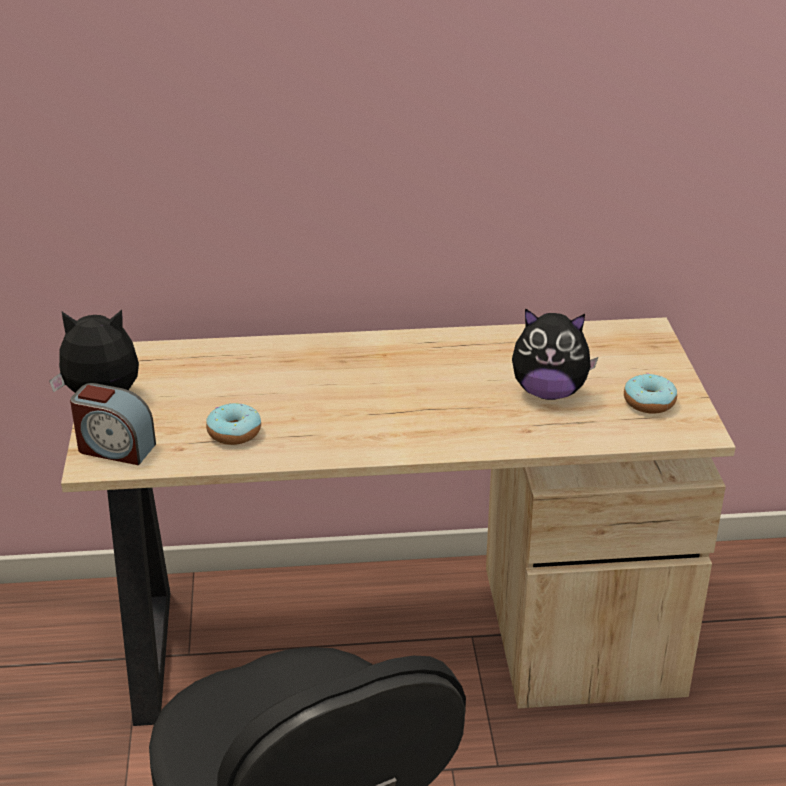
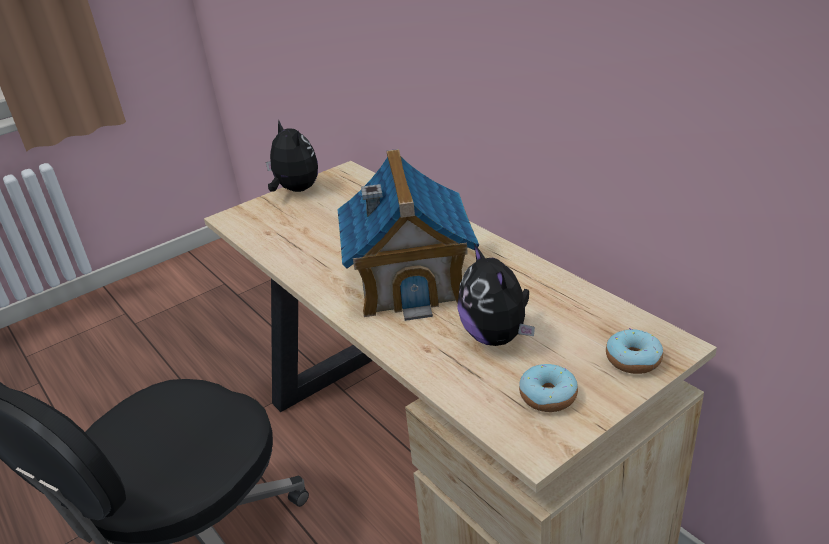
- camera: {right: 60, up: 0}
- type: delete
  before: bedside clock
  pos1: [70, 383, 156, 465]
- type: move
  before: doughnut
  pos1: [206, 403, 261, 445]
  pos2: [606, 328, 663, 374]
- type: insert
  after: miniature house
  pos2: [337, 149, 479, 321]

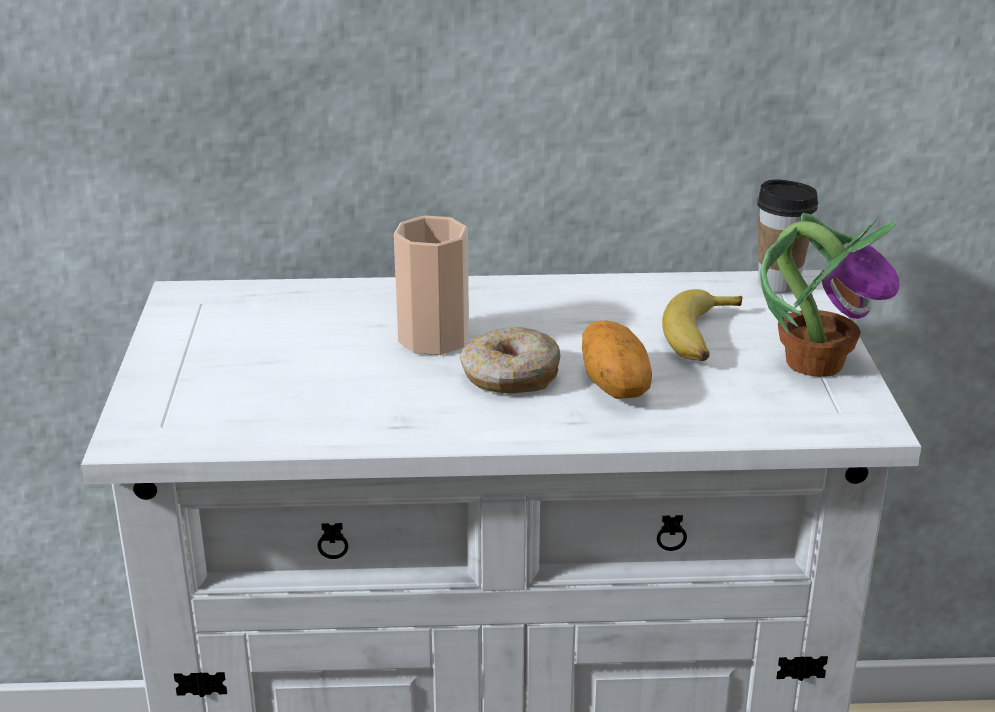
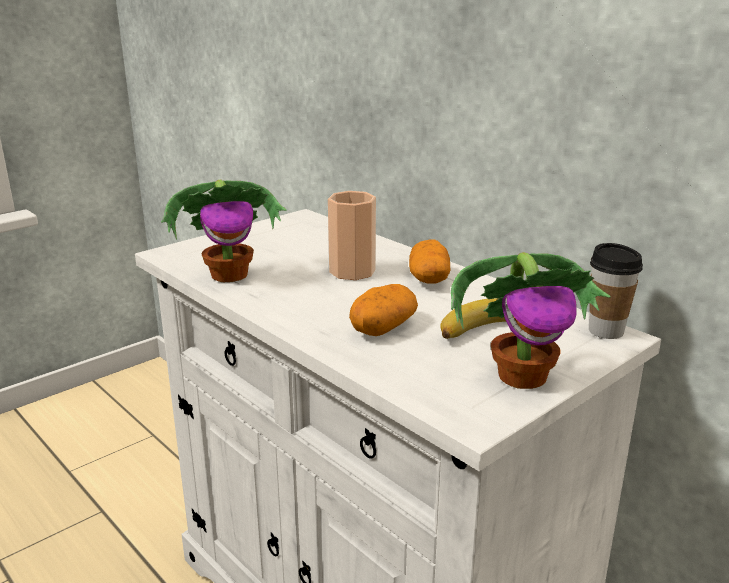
- camera: {right: 50, up: -5}
- type: delete
  before: doughnut
  pos1: [460, 327, 561, 394]
- type: insert
  after: plant in a pot
  pos2: [161, 180, 287, 282]
- type: insert
  after: potato
  pos2: [409, 239, 450, 284]

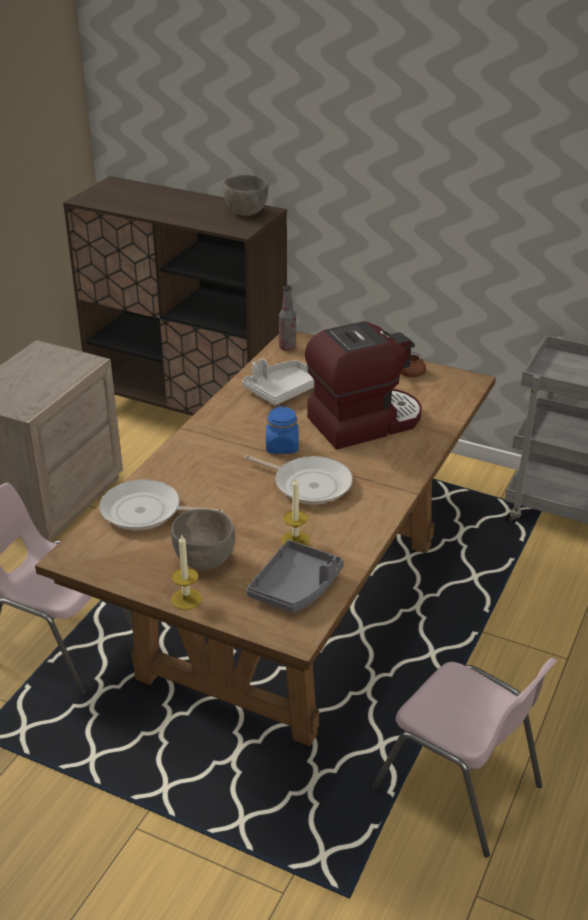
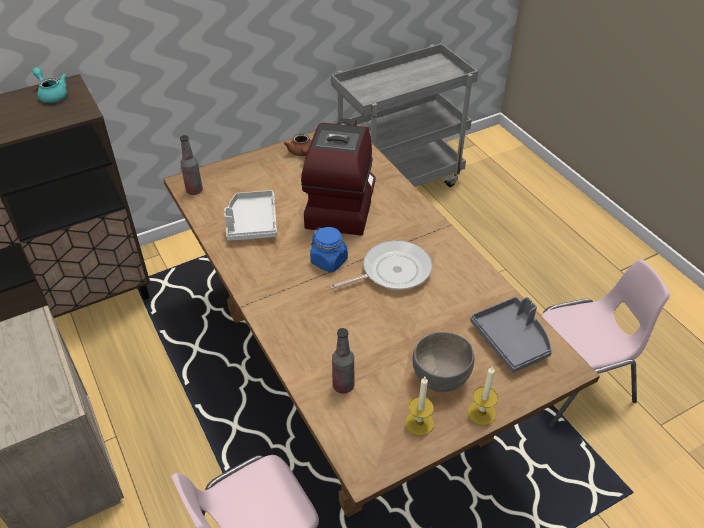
- camera: {right: -55, up: 10}
- type: replace
  before: pan
  after: beverage bottle
  pos1: [99, 479, 223, 530]
  pos2: [332, 328, 354, 394]
- type: replace
  before: serving bowl (greyish)
  after: pot for tea (turquoise)
  pos1: [223, 175, 268, 216]
  pos2: [32, 67, 67, 103]
- type: move
  before: wax candle
  pos1: [281, 478, 310, 546]
  pos2: [405, 377, 434, 436]

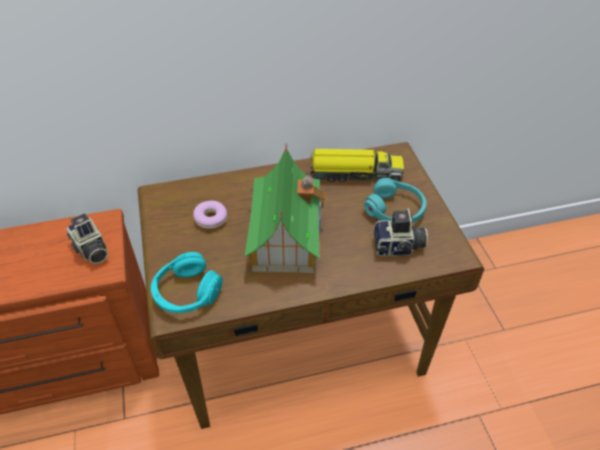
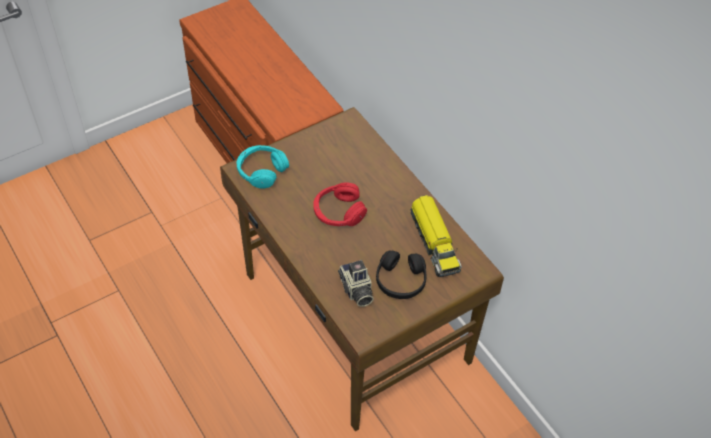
- camera: {right: 70, up: 5}
- type: delete
  before: still camera
  pos1: [66, 213, 108, 264]
- type: delete
  before: doughnut
  pos1: [193, 201, 227, 229]
- type: replace
  before: miniature house
  after: headset (red)
  pos1: [245, 144, 328, 273]
  pos2: [313, 182, 367, 226]
- type: recolor
  before: headset (turquoise)
  after: headset (black-coloured)
  pos1: [364, 178, 426, 223]
  pos2: [376, 250, 426, 299]

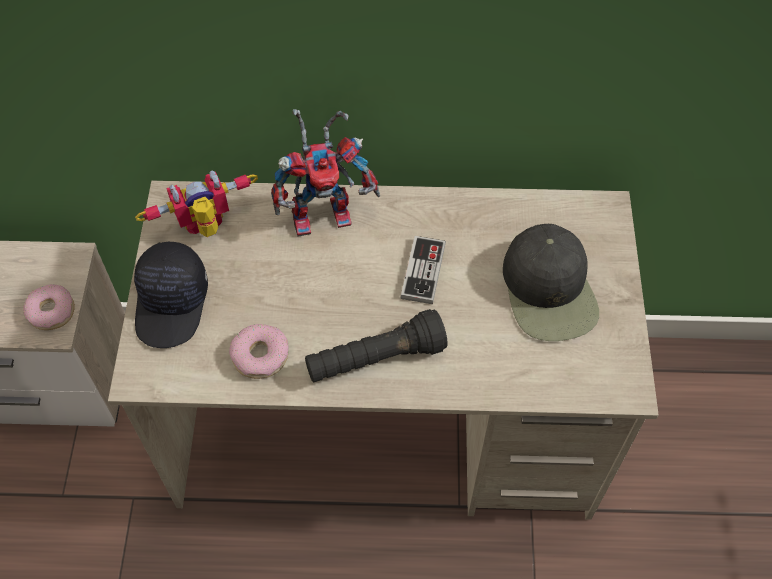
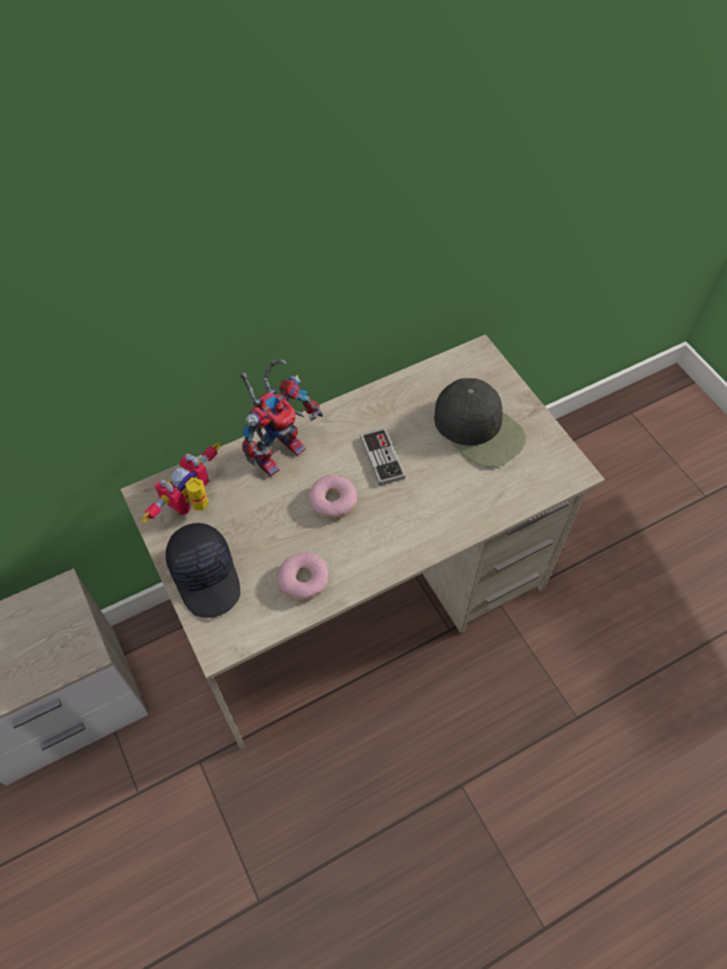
- camera: {right: -30, up: 0}
- type: move
  before: doughnut
  pos1: [23, 284, 75, 330]
  pos2: [309, 475, 357, 519]
- type: delete
  before: flashlight (black-coloured)
  pos1: [305, 309, 448, 382]

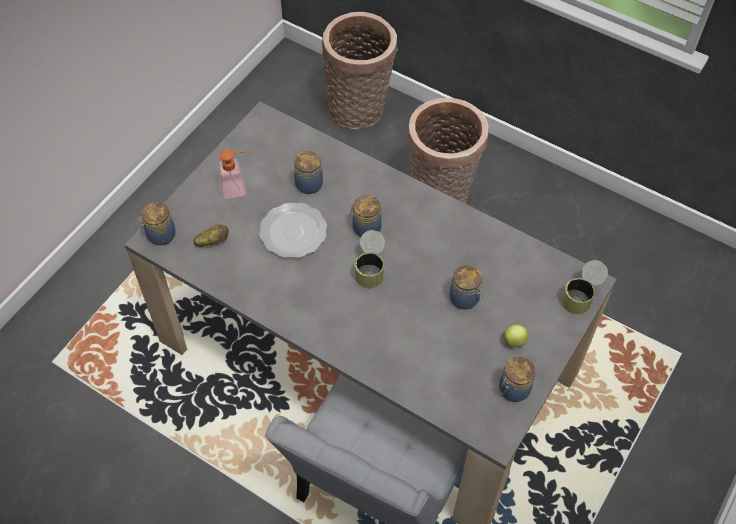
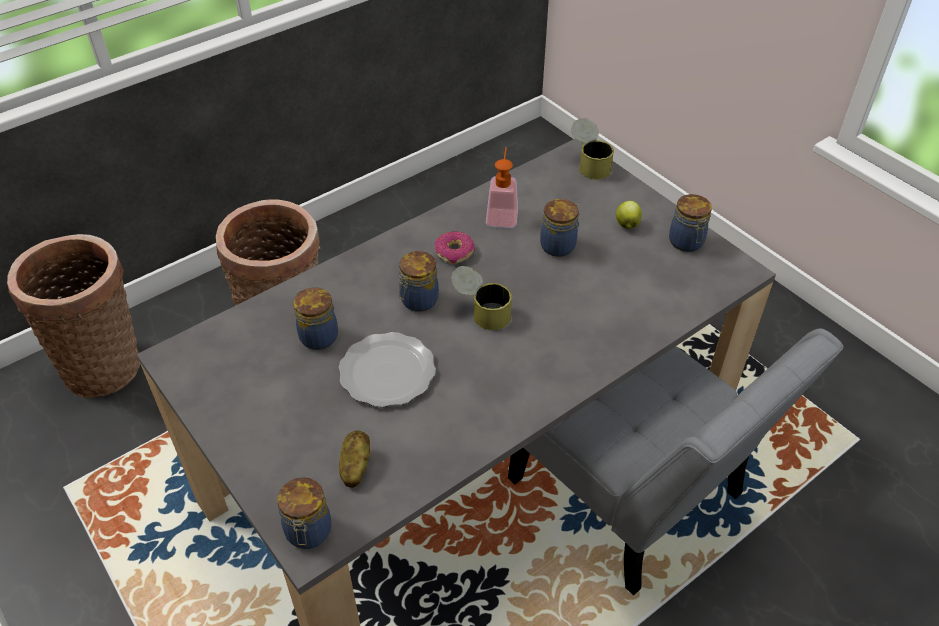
- camera: {right: -70, up: -10}
- type: move
  before: soap dispenser
  pos1: [218, 149, 251, 199]
  pos2: [486, 147, 518, 228]
- type: insert
  after: doughnut
  pos2: [435, 231, 475, 264]

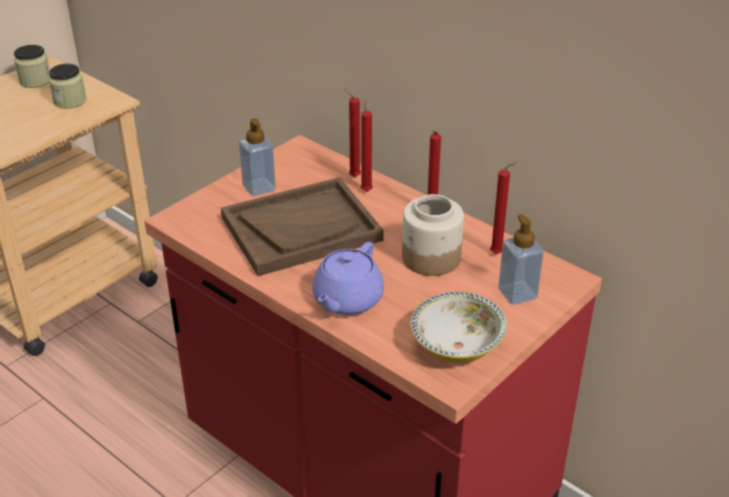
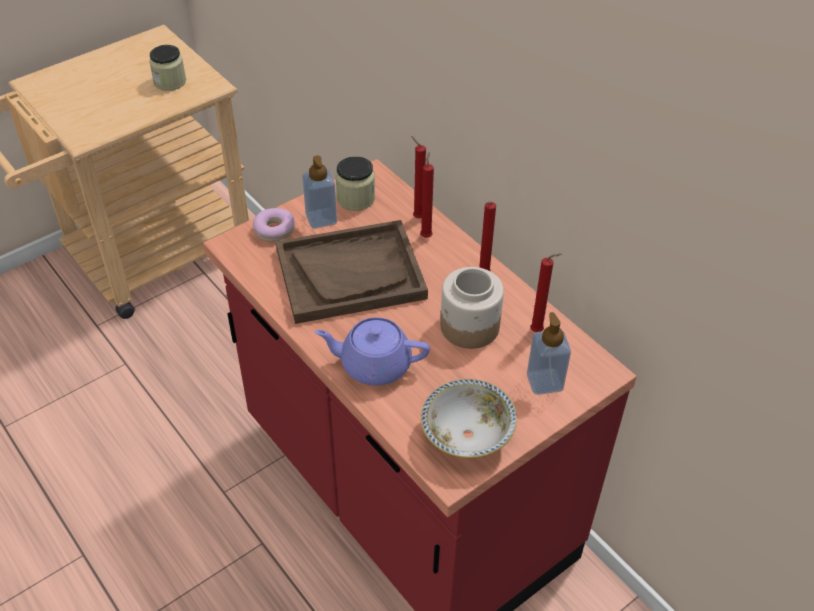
- camera: {right: 10, up: 10}
- type: move
  before: jar
  pos1: [14, 45, 50, 88]
  pos2: [335, 156, 375, 211]
- type: rotate
  before: pot for tea (purple)
  pos1: [312, 242, 384, 315]
  pos2: [315, 317, 430, 385]
  turn: 60
- type: insert
  after: doughnut
  pos2: [253, 208, 295, 242]

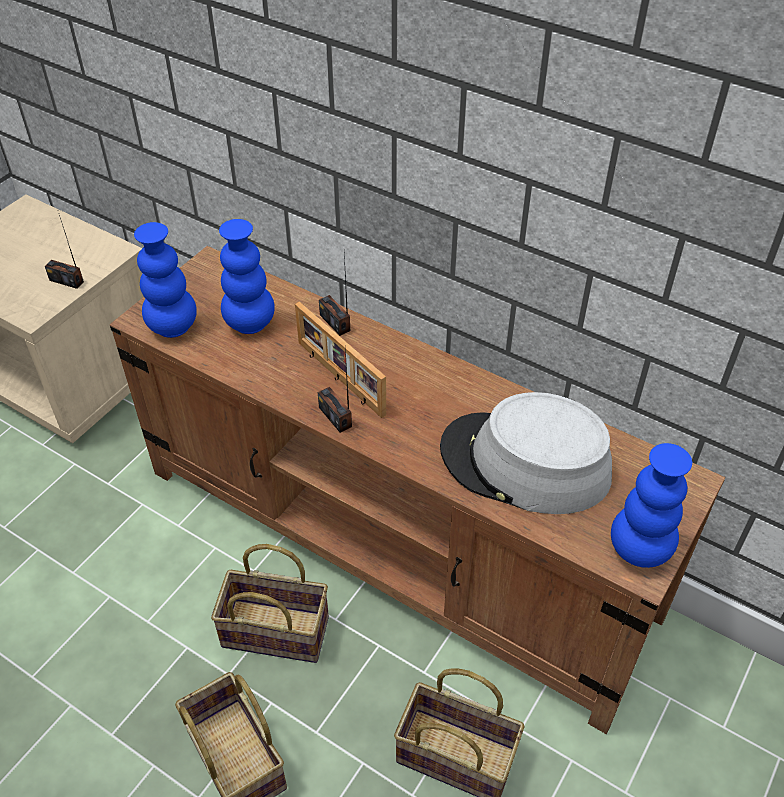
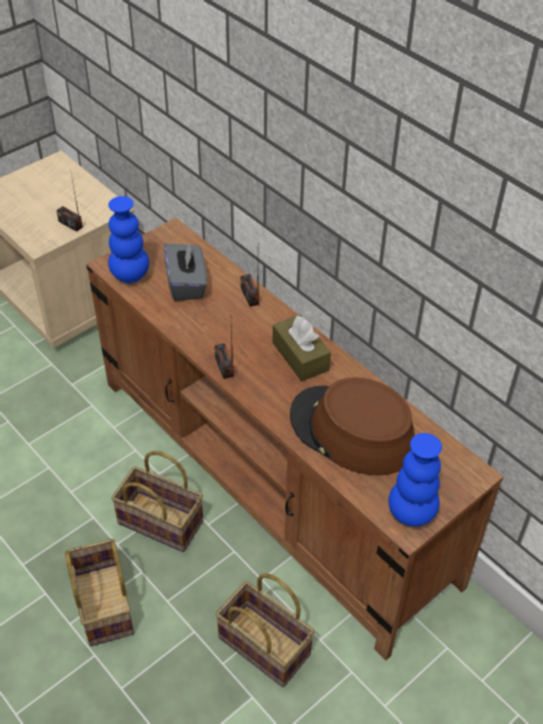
- camera: {right: 15, up: 0}
- type: replace
  before: decorative vase (blue-coloured)
  after: box of tissues (greyish)
  pos1: [219, 219, 275, 334]
  pos2: [164, 243, 207, 301]
- type: delete
  before: standing frame
  pos1: [295, 302, 386, 418]
- type: recolor
  before: hat (greyish)
  after: hat (brown)
  pos1: [440, 392, 612, 514]
  pos2: [290, 377, 415, 476]
- type: insert
  after: box of tissues (brown)
  pos2: [272, 314, 331, 382]

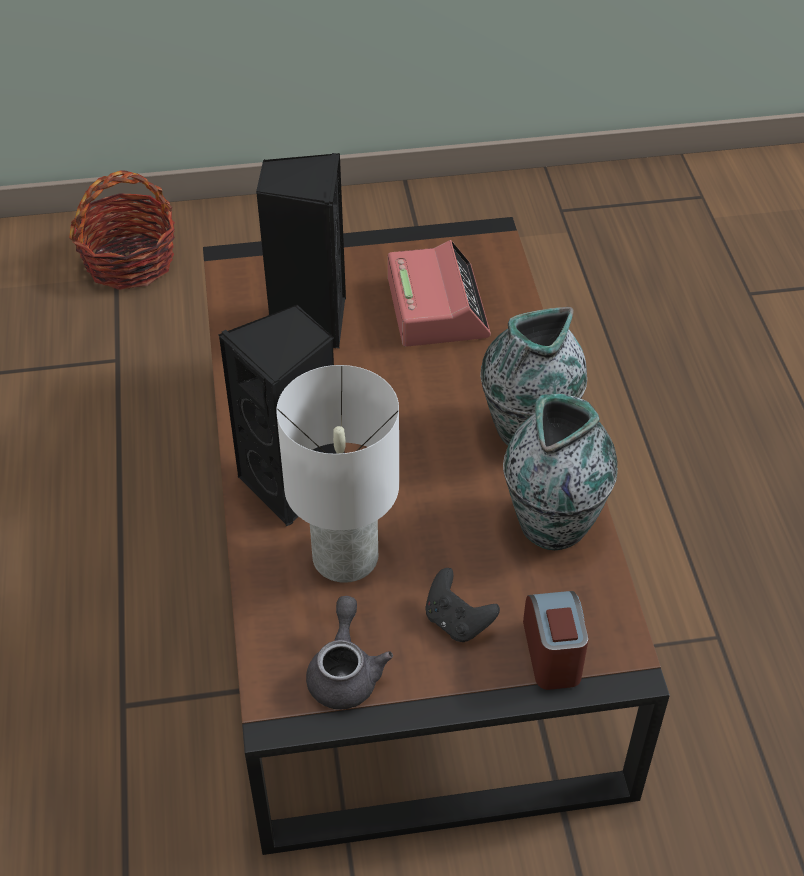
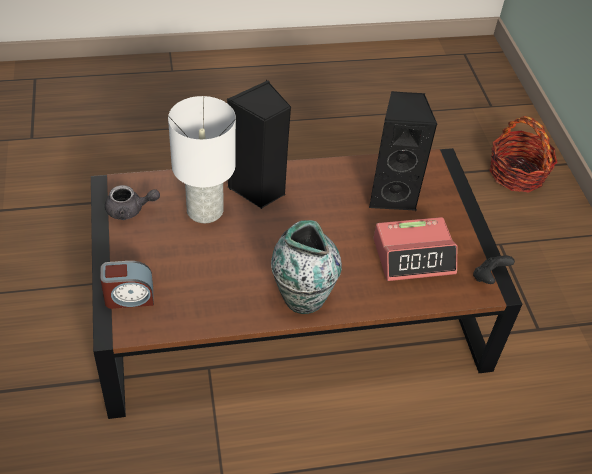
- camera: {right: 85, up: 0}
- type: move
  before: gamepad (black-coloured)
  pos1: [425, 568, 500, 642]
  pos2: [473, 255, 515, 284]
- type: delete
  before: decorative vase
  pos1: [503, 394, 618, 550]

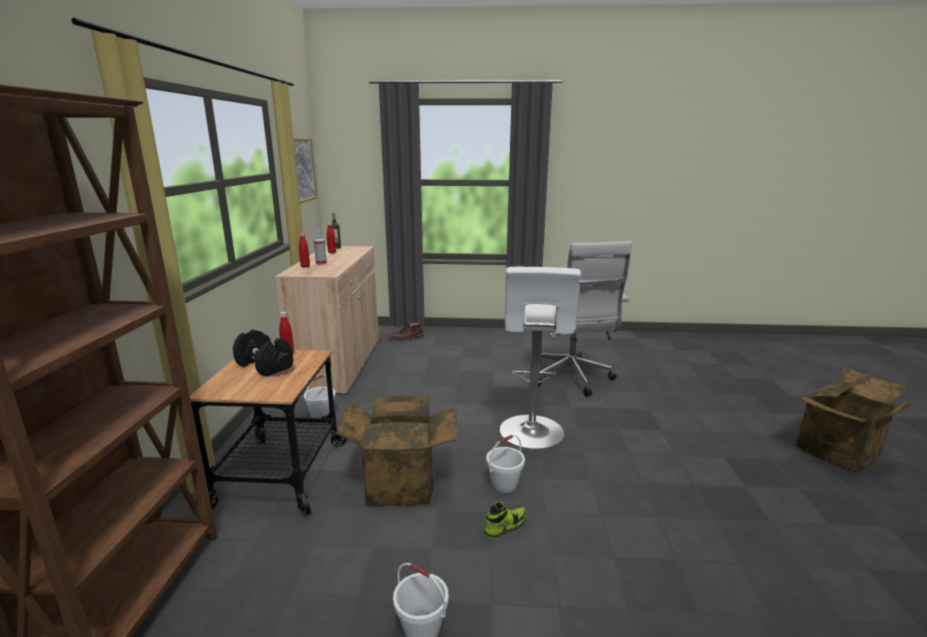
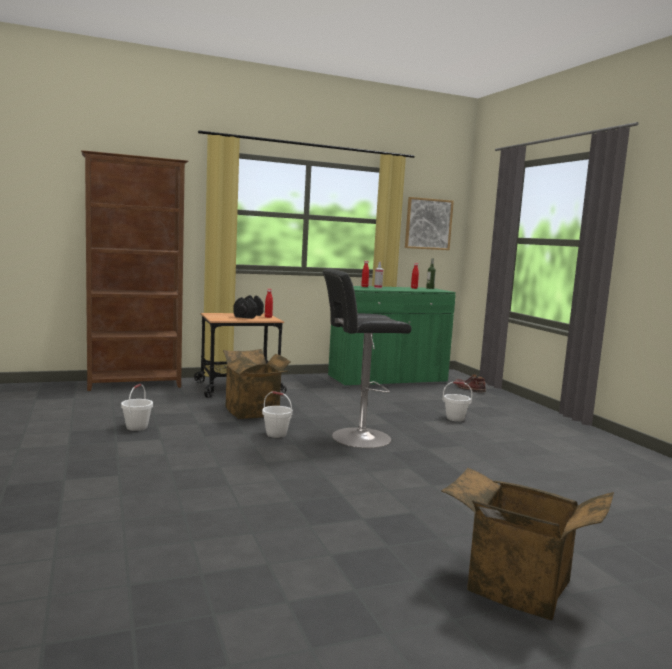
- camera: {right: 65, up: -10}
- type: recolor
  before: cupboard (sand-coloured)
  after: cupboard (green)
  pos1: [275, 246, 379, 395]
  pos2: [328, 286, 456, 387]
- type: move
  before: pail (white-coloured)
  pos1: [304, 374, 336, 418]
  pos2: [443, 381, 472, 422]
- type: delete
  before: item of footwear
  pos1: [484, 502, 527, 539]
- type: recolor
  before: sitting stool (white-coloured)
  after: sitting stool (black-coloured)
  pos1: [500, 267, 581, 449]
  pos2: [322, 269, 412, 448]
- type: delete
  before: office chair (white-coloured)
  pos1: [538, 241, 632, 397]

